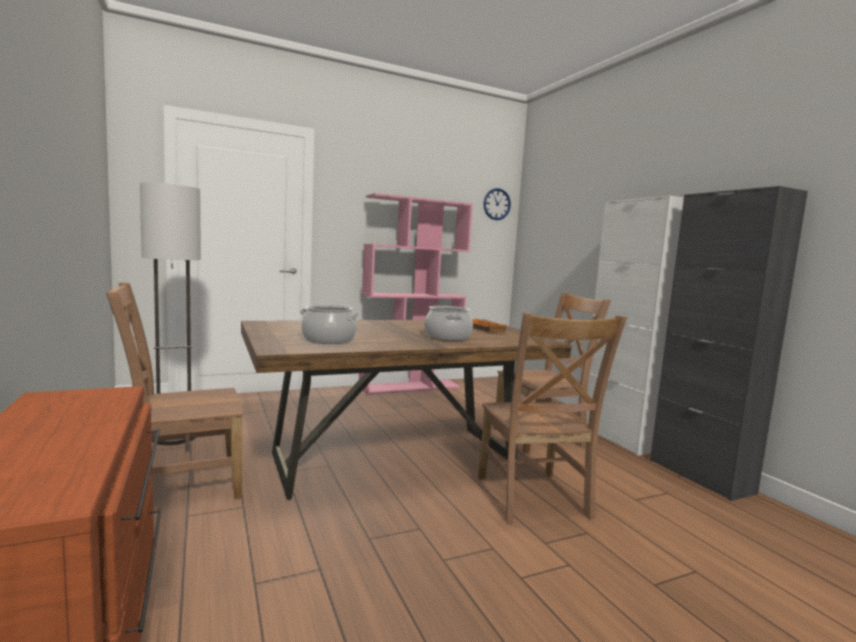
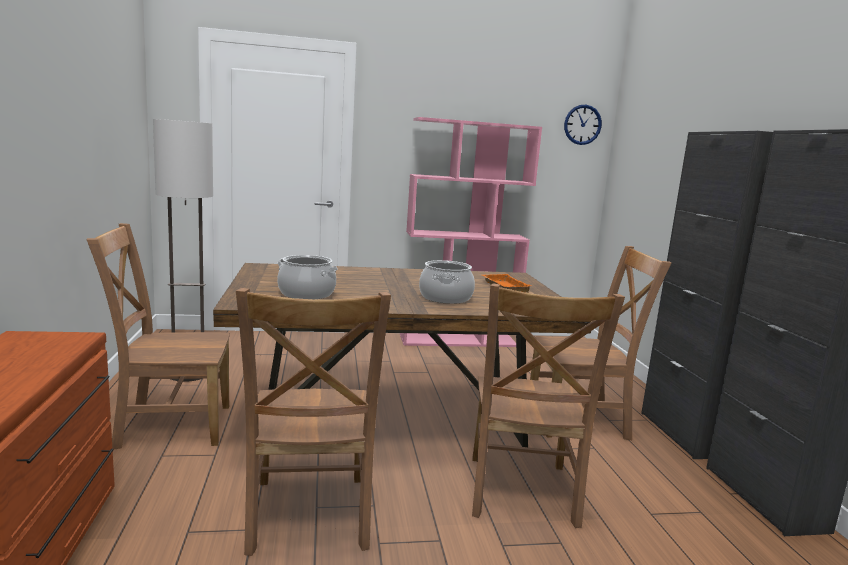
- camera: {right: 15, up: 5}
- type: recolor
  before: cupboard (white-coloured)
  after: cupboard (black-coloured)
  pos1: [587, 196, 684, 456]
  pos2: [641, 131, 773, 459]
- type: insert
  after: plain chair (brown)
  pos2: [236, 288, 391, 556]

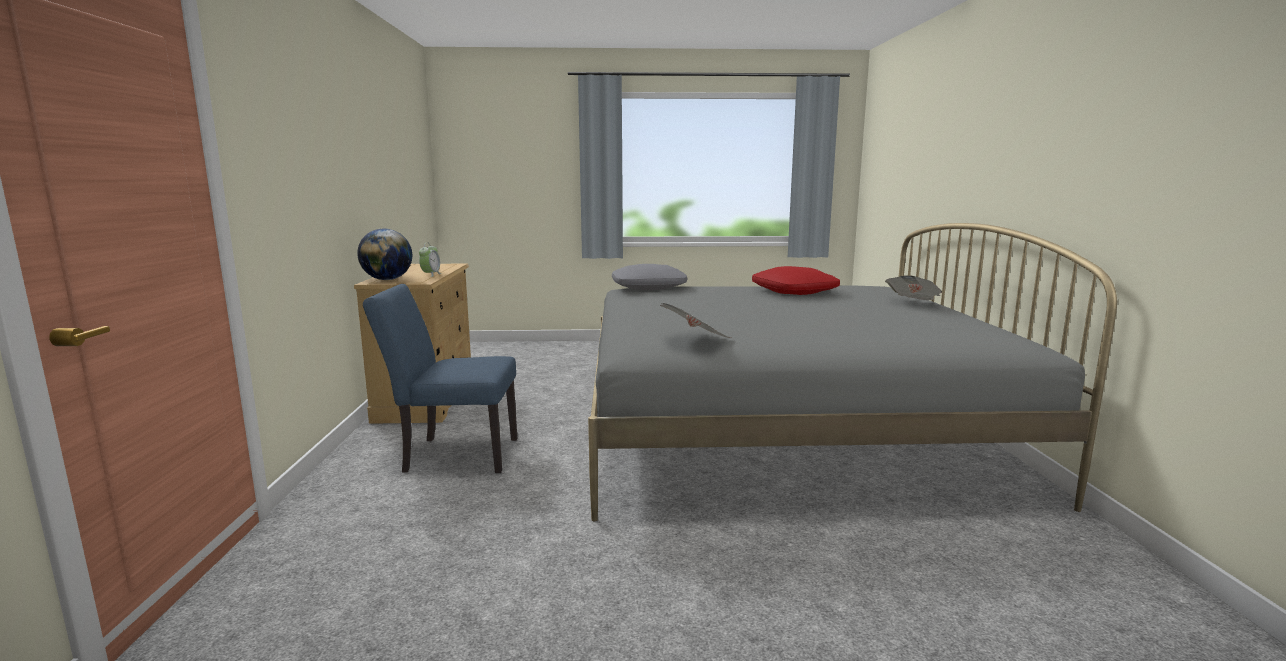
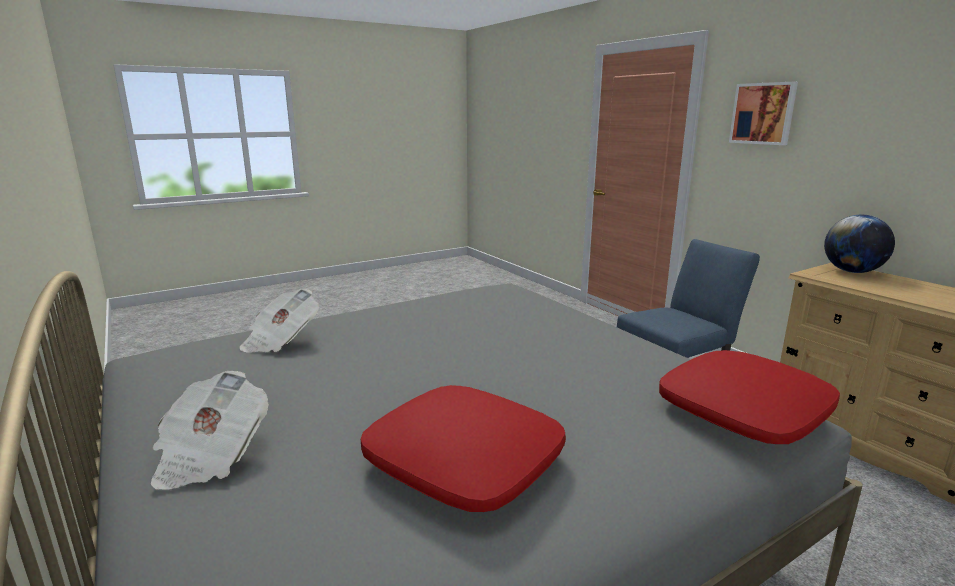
- camera: {right: 150, up: 5}
- type: delete
  before: bedside clock
  pos1: [419, 242, 442, 277]
- type: recolor
  before: throw pillow (greyish)
  after: throw pillow (red)
  pos1: [612, 264, 687, 290]
  pos2: [659, 350, 840, 444]
- type: move
  before: newspaper
  pos1: [660, 303, 731, 338]
  pos2: [239, 289, 319, 353]
- type: insert
  after: wall art
  pos2: [729, 82, 798, 145]

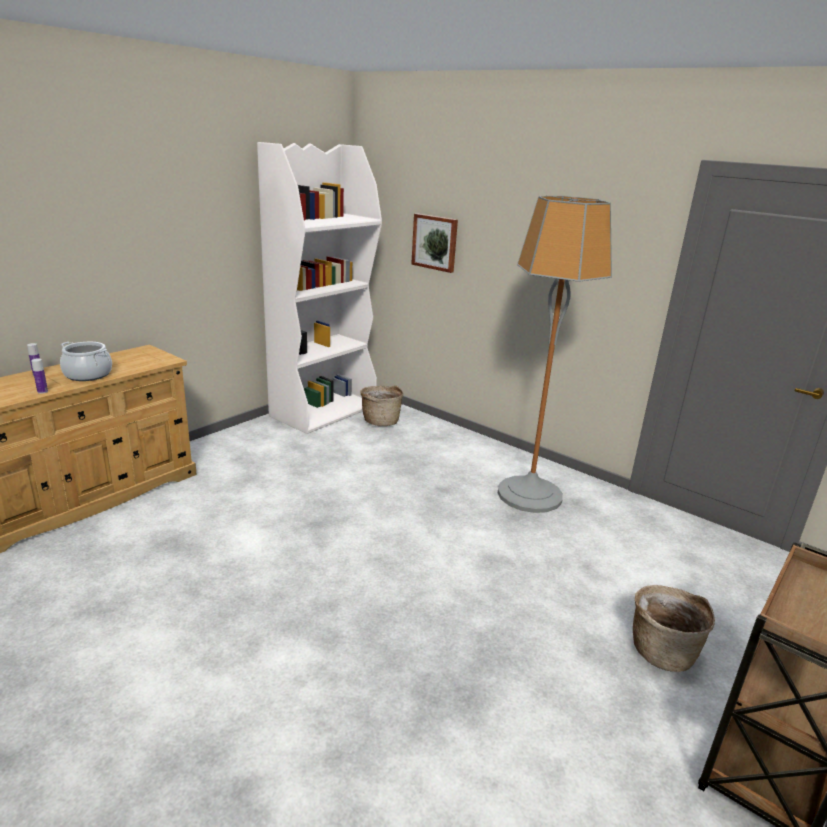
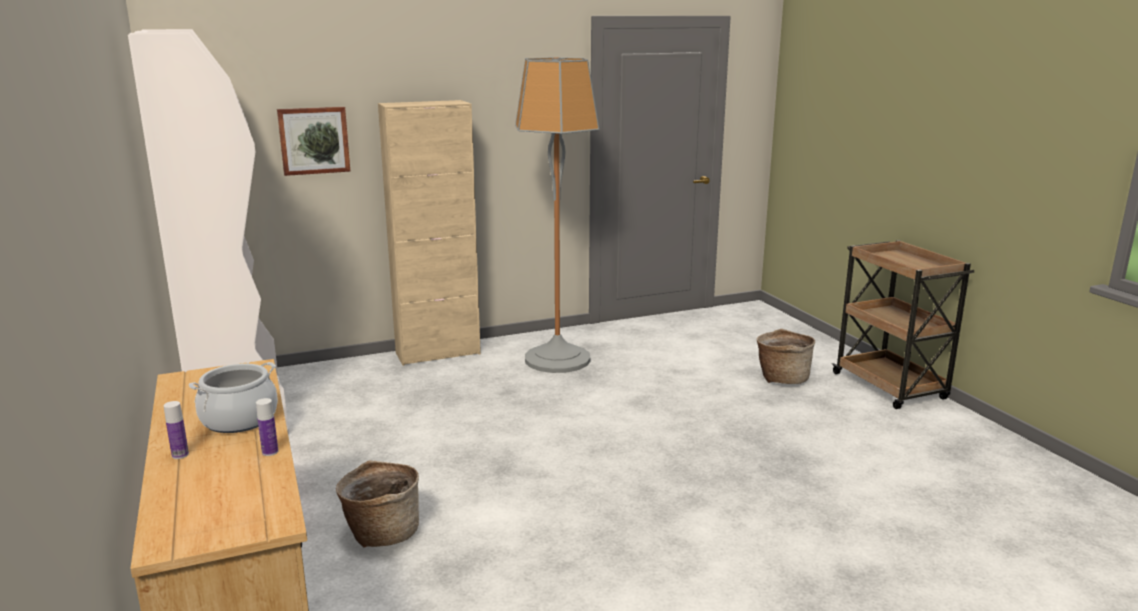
- camera: {right: -60, up: -5}
- type: move
  before: household basket
  pos1: [360, 386, 403, 426]
  pos2: [336, 460, 419, 547]
- type: insert
  after: cupboard (sand-coloured)
  pos2: [378, 100, 481, 366]

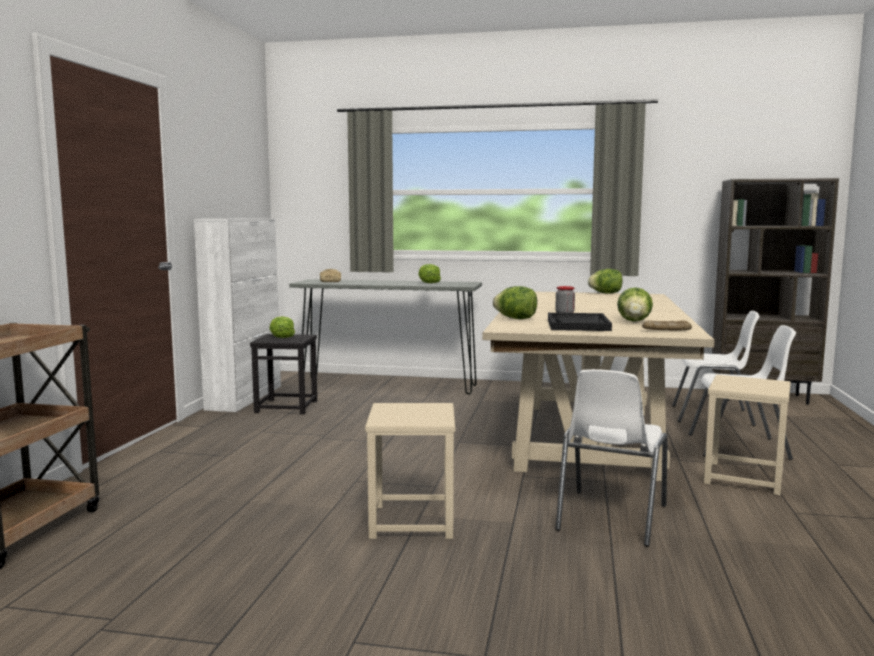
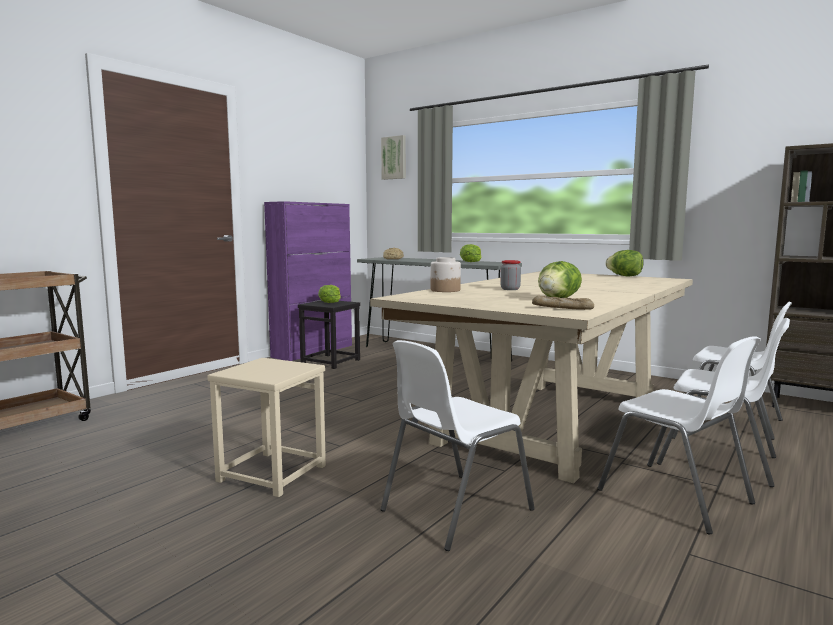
- camera: {right: 25, up: 0}
- type: recolor
  before: cupboard (white-coloured)
  after: cupboard (purple)
  pos1: [194, 219, 281, 412]
  pos2: [264, 201, 352, 361]
- type: replace
  before: lettuce
  after: jar
  pos1: [493, 286, 537, 319]
  pos2: [431, 257, 461, 292]
- type: delete
  before: carrying tray (black-coloured)
  pos1: [548, 313, 612, 331]
- type: replace
  before: sitting stool (sand-coloured)
  after: plain chair (white-coloured)
  pos1: [704, 375, 791, 496]
  pos2: [598, 336, 761, 534]
- type: insert
  after: wall art
  pos2: [381, 135, 406, 180]

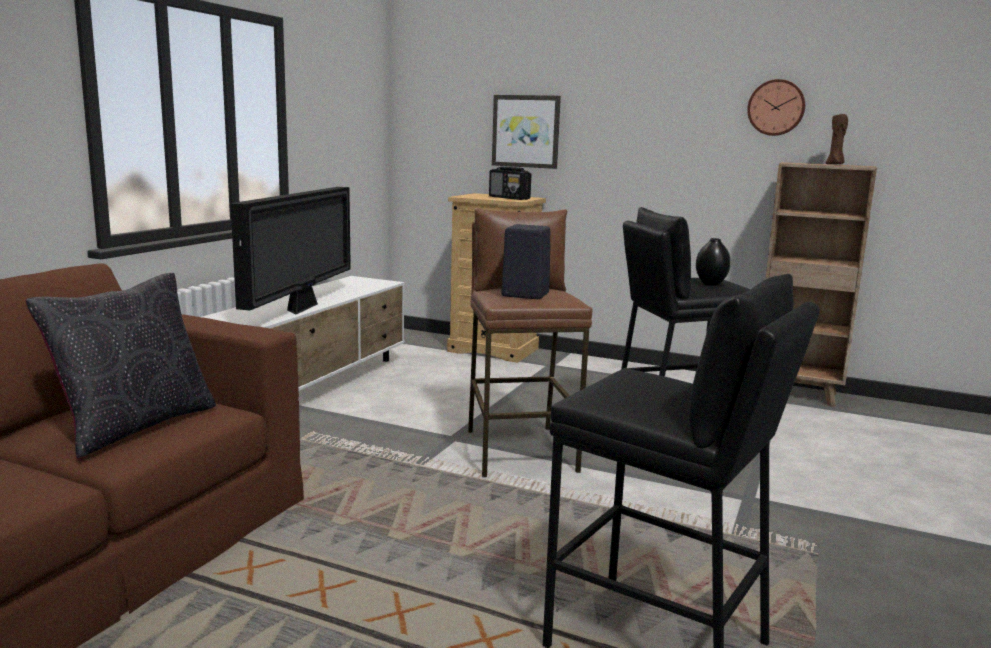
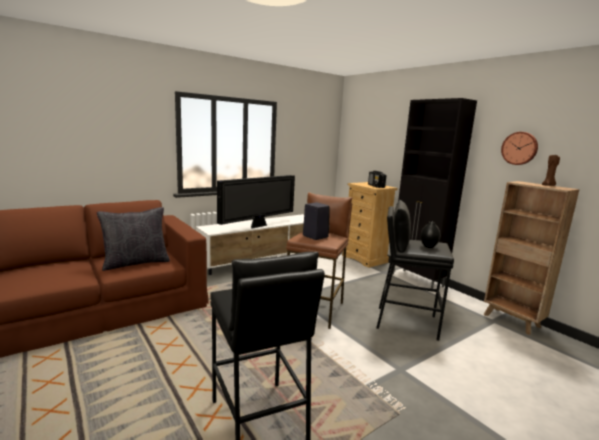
- camera: {right: 30, up: 0}
- type: delete
  before: wall art
  pos1: [492, 95, 561, 169]
- type: insert
  after: cupboard (black-coloured)
  pos2: [393, 98, 477, 289]

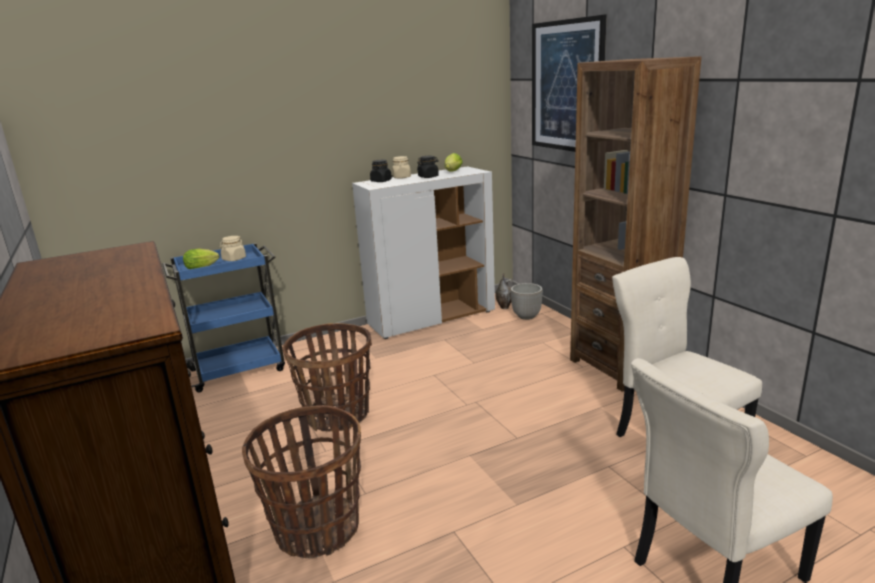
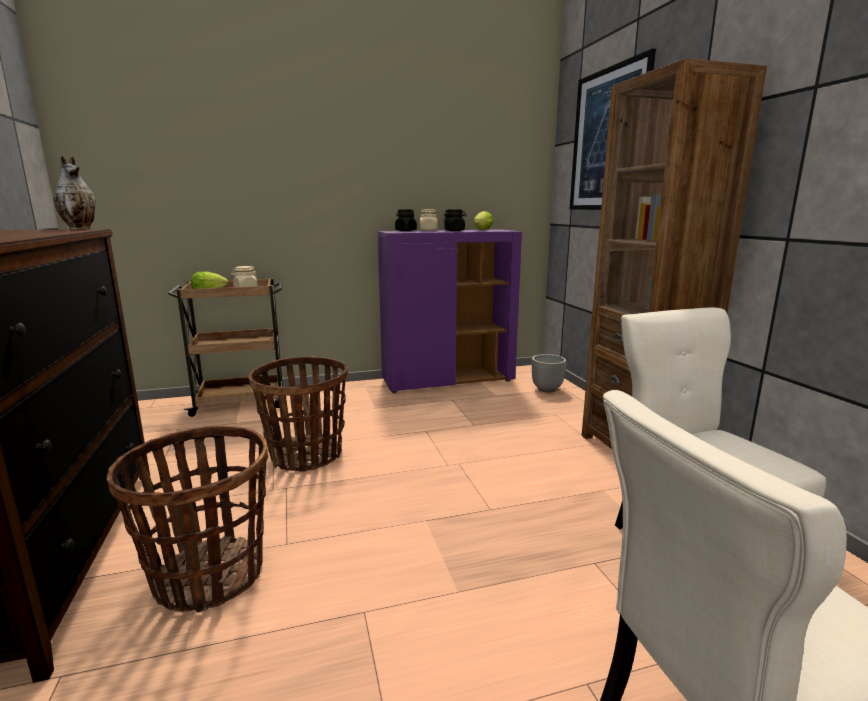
- camera: {right: 10, up: -5}
- type: recolor
  before: cart (blue-coloured)
  after: cart (brown)
  pos1: [162, 243, 285, 392]
  pos2: [168, 278, 283, 417]
- type: recolor
  before: cupboard (white-coloured)
  after: cupboard (purple)
  pos1: [352, 166, 495, 339]
  pos2: [378, 230, 522, 393]
- type: move
  before: decorative vase
  pos1: [495, 273, 512, 309]
  pos2: [54, 155, 96, 230]

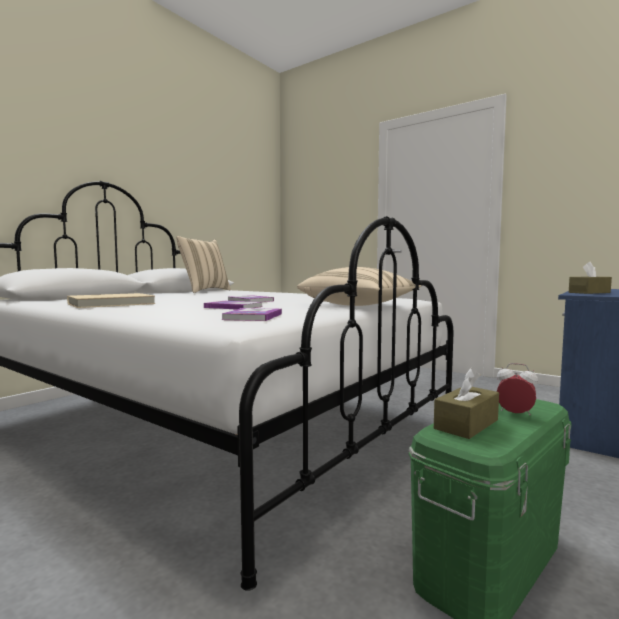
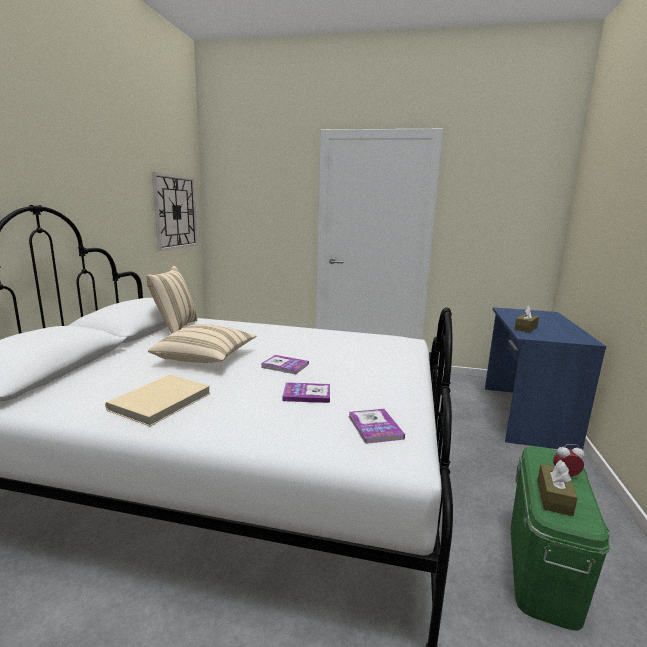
- camera: {right: -25, up: 10}
- type: move
  before: throw pillow (sand-coloured)
  pos1: [297, 267, 421, 306]
  pos2: [148, 324, 256, 363]
- type: insert
  after: clock on the wall
  pos2: [152, 172, 198, 251]

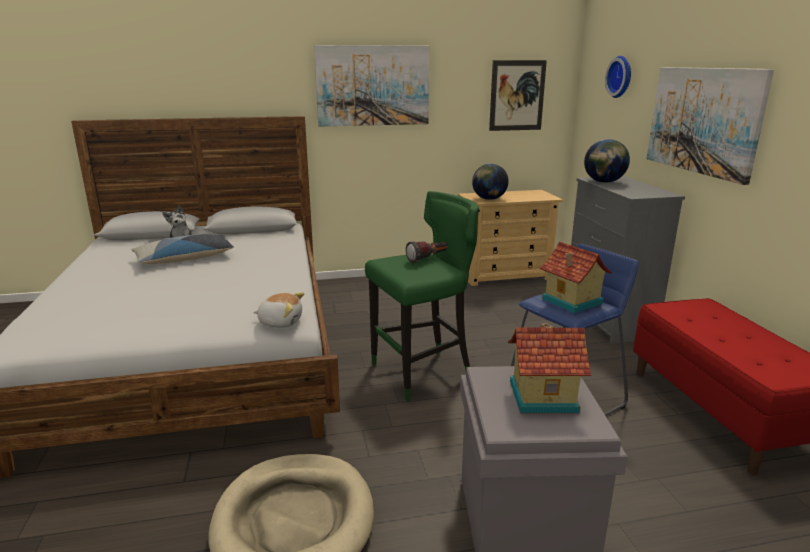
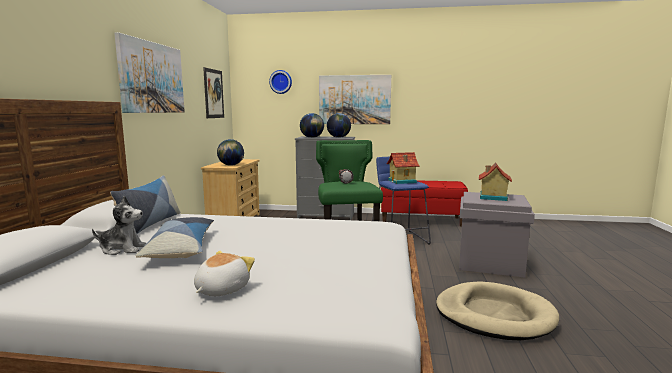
- camera: {right: -70, up: -10}
- type: move
  before: cuddly toy
  pos1: [253, 292, 304, 328]
  pos2: [194, 251, 255, 296]
- type: insert
  after: throw pillow
  pos2: [110, 175, 181, 234]
- type: insert
  after: world globe
  pos2: [327, 113, 351, 138]

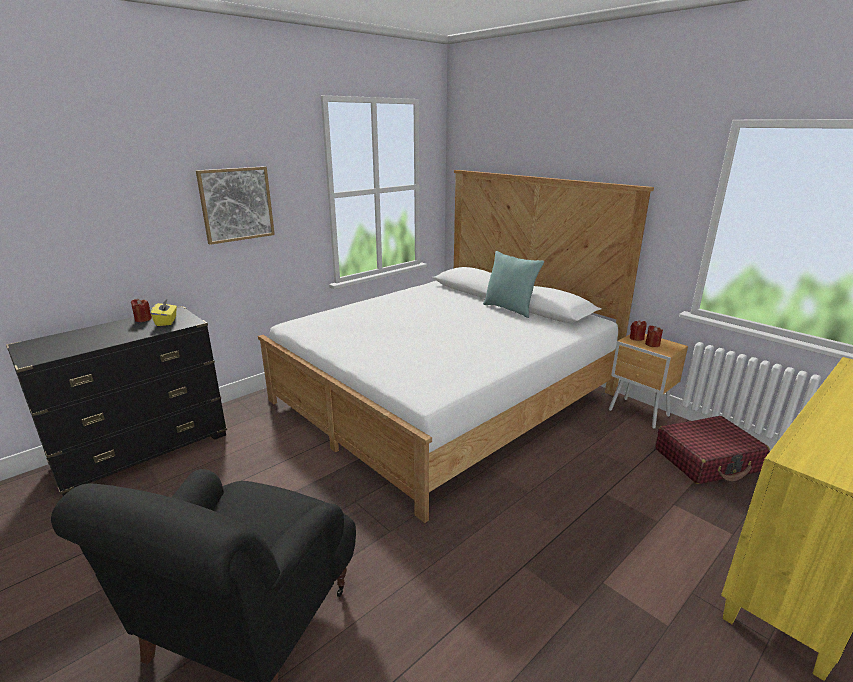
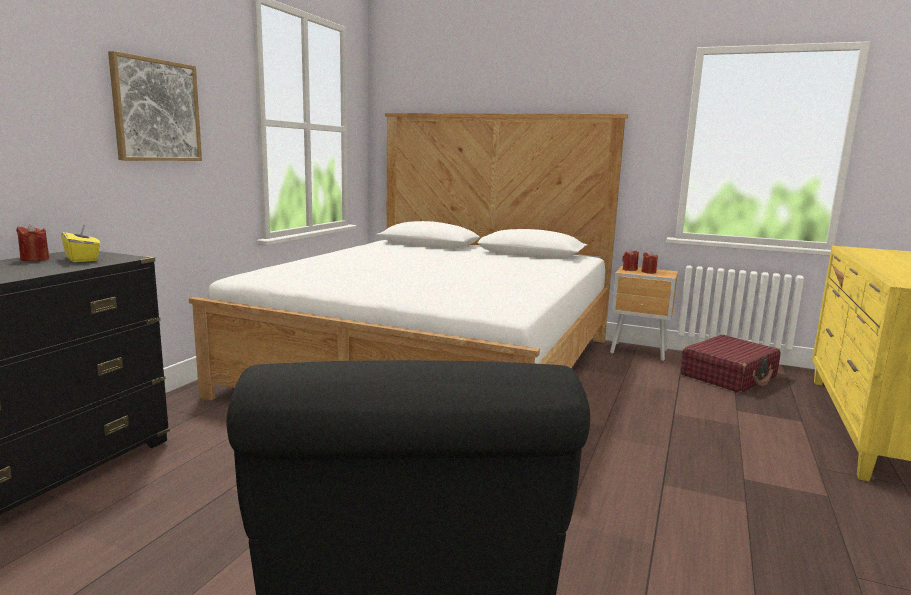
- camera: {right: -25, up: -10}
- type: delete
  before: throw pillow (turquoise)
  pos1: [483, 251, 544, 318]

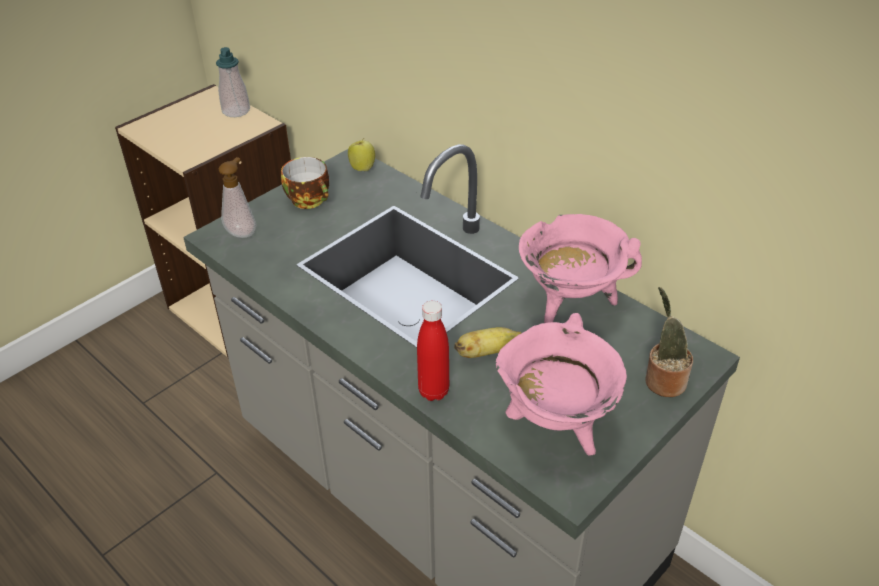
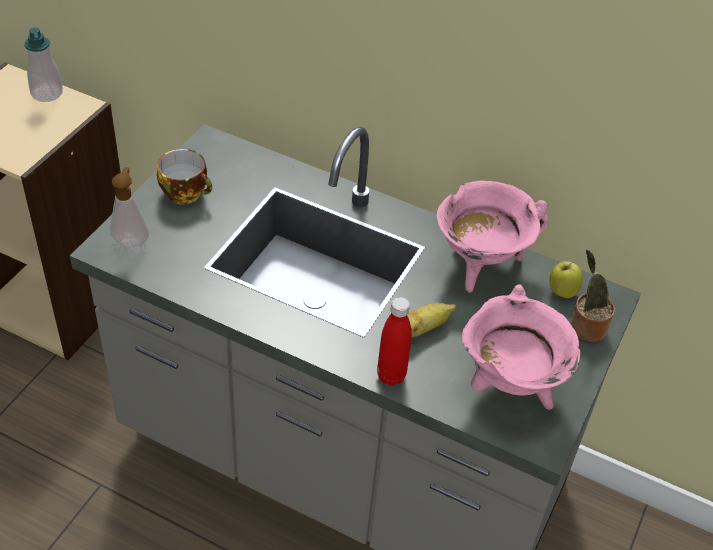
- camera: {right: -20, up: 5}
- type: move
  before: apple fruit
  pos1: [348, 138, 375, 171]
  pos2: [550, 261, 583, 298]

